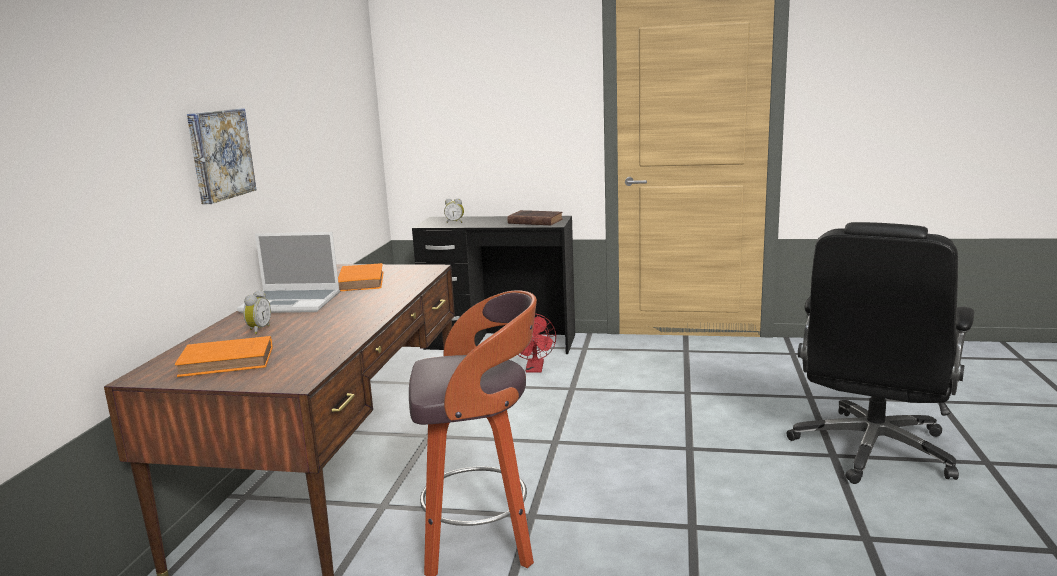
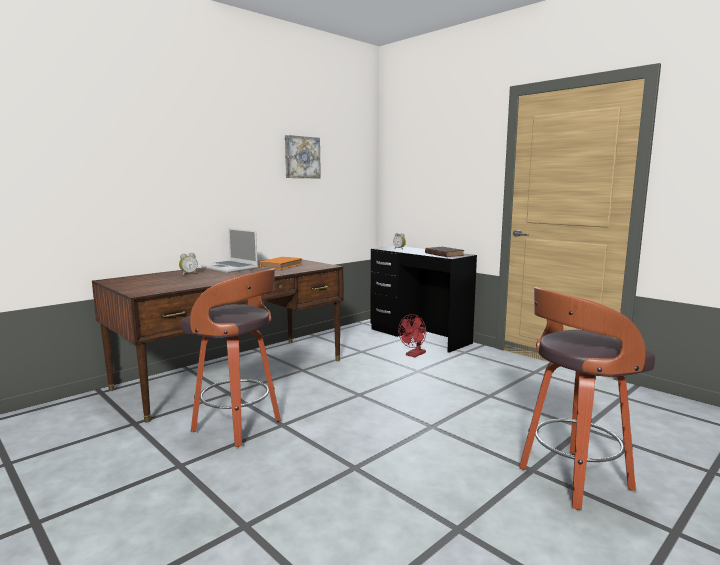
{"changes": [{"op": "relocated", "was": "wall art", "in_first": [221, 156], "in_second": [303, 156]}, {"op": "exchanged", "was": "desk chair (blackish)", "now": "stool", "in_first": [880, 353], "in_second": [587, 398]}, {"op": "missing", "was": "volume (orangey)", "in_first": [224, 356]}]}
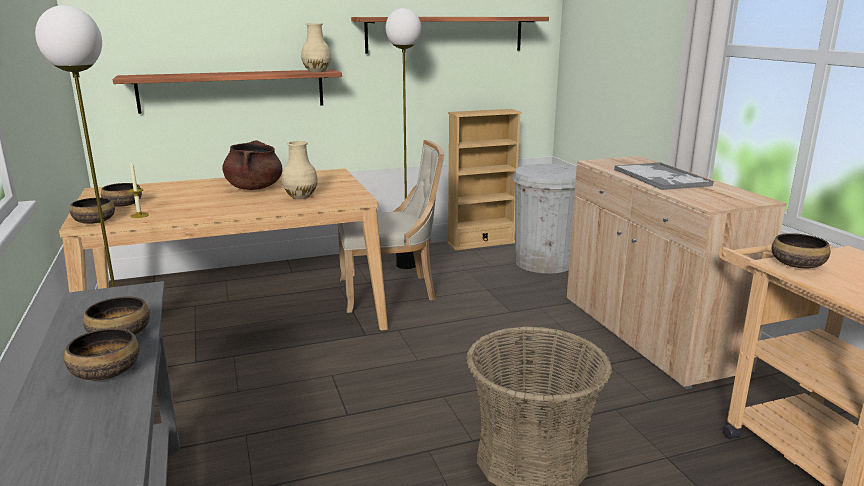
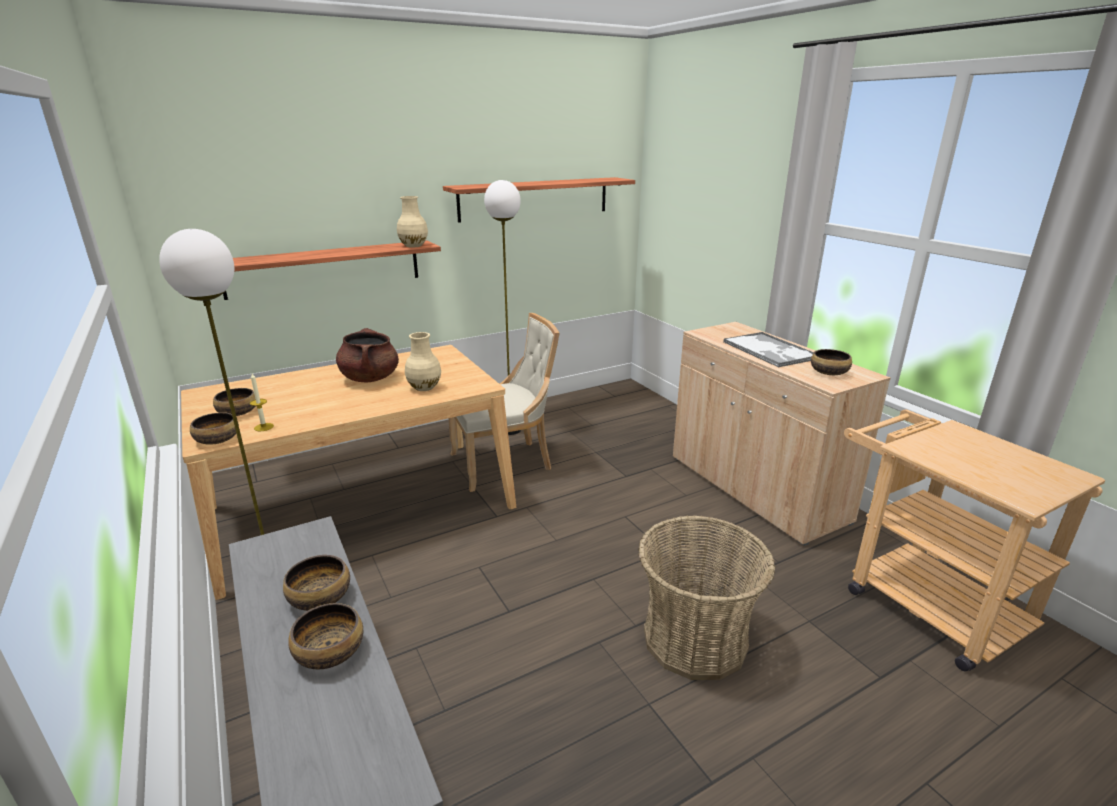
{"changes": [{"op": "relocated", "was": "deep dish", "in_first": [801, 250], "in_second": [831, 362]}, {"op": "missing", "was": "shelving unit (beige)", "in_first": [484, 180]}, {"op": "missing", "was": "rubbish bin (white-coloured)", "in_first": [544, 218]}]}
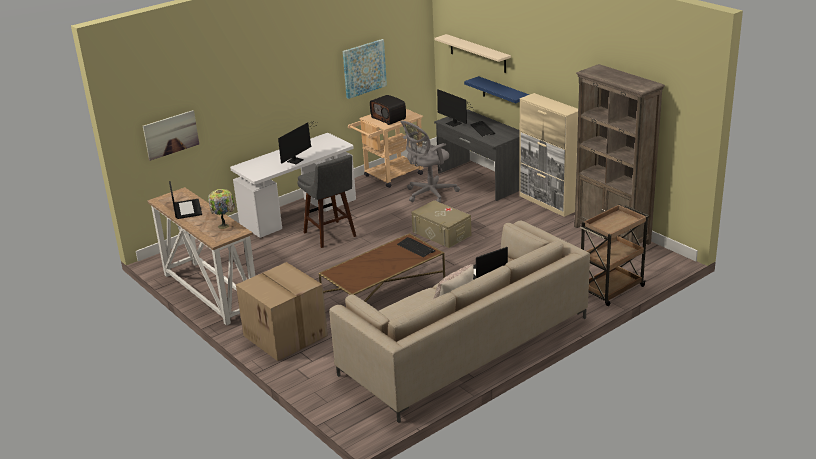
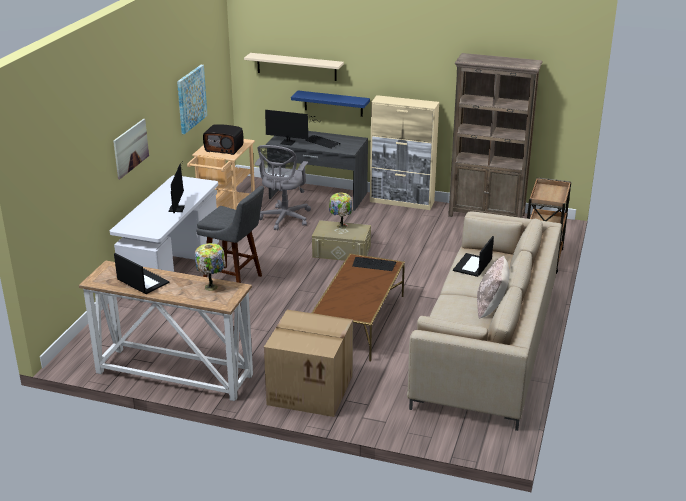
{"changes": [{"op": "relocated", "was": "wall art", "in_first": [171, 135], "in_second": [131, 149]}, {"op": "appeared", "now": "tabletop lamp", "in_second": [340, 210]}]}
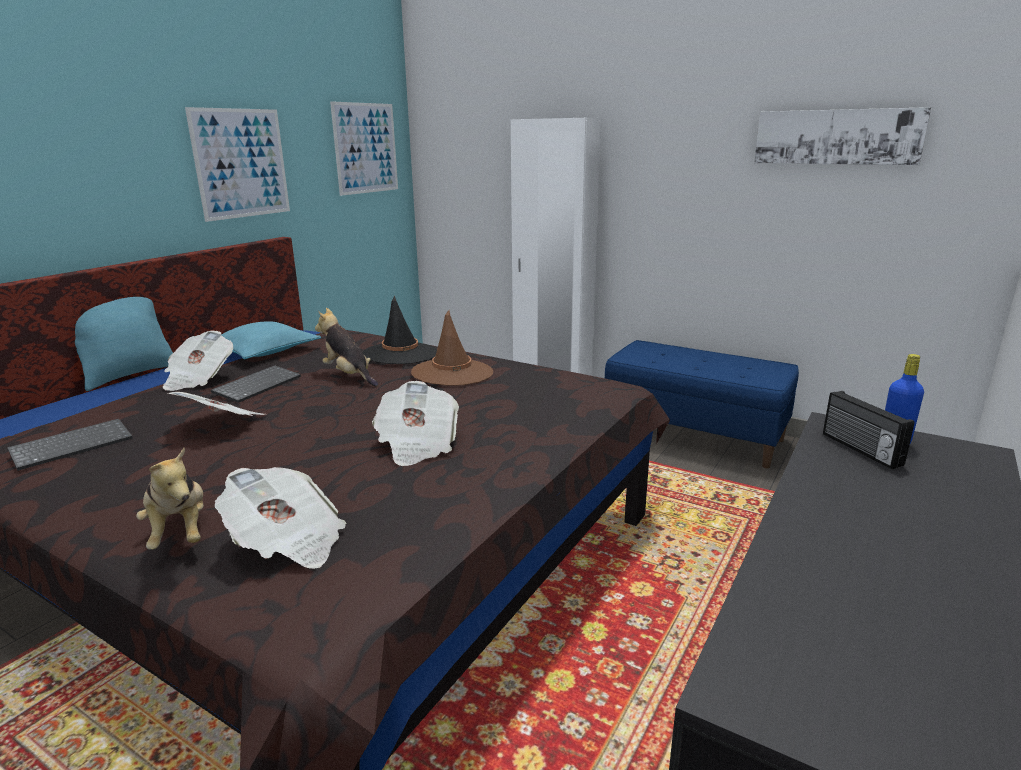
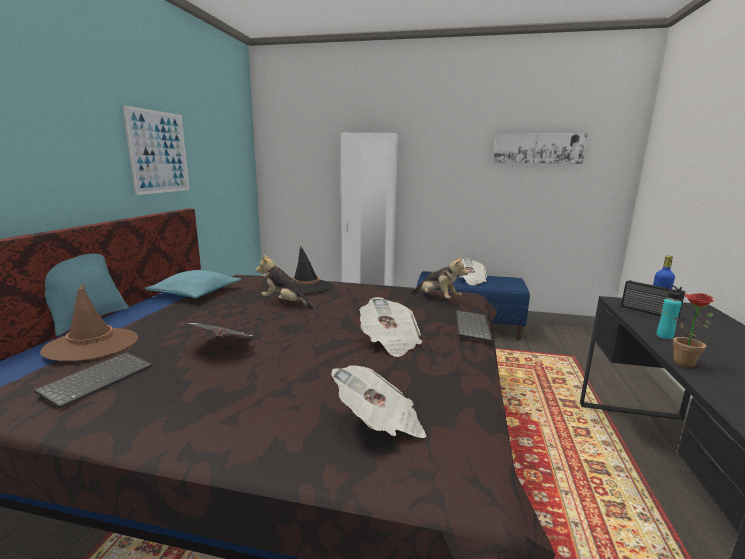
{"changes": [{"op": "relocated", "was": "clothing hat (brown)", "in_first": [452, 348], "in_second": [89, 322]}, {"op": "relocated", "was": "cuddly toy", "in_first": [170, 499], "in_second": [439, 277]}, {"op": "relocated", "was": "computer keyboard", "in_first": [256, 384], "in_second": [474, 326]}, {"op": "relocated", "was": "newspaper", "in_first": [198, 361], "in_second": [473, 271]}, {"op": "appeared", "now": "bottle (turquoise)", "in_second": [669, 312]}, {"op": "appeared", "now": "potted plant", "in_second": [687, 330]}, {"op": "missing", "was": "wall art", "in_first": [364, 148]}]}
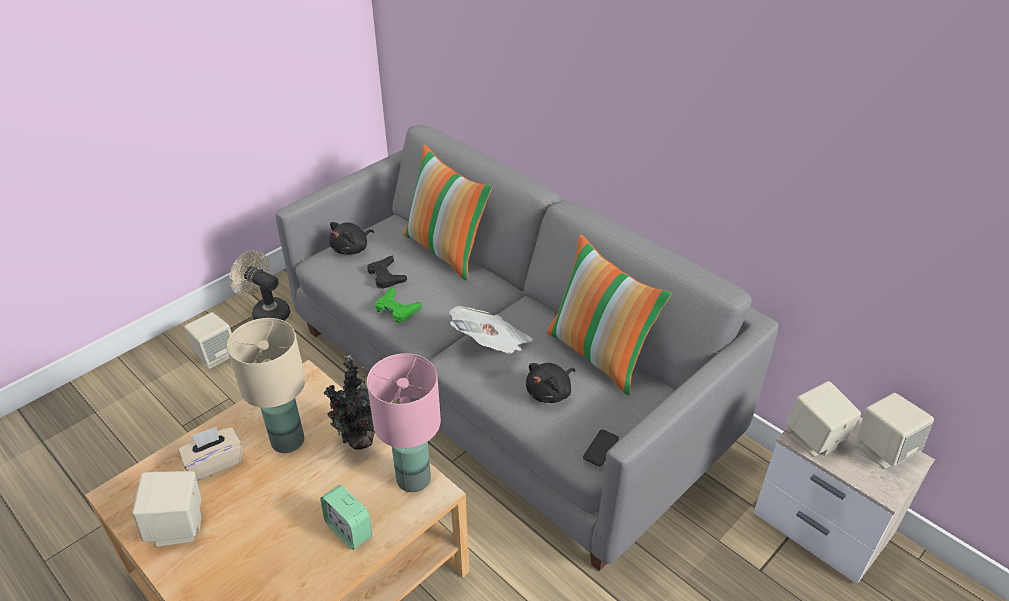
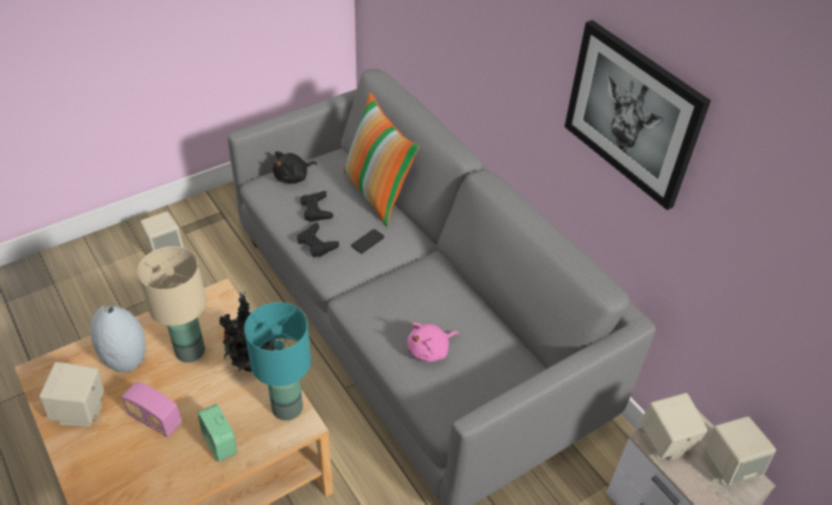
{"changes": [{"op": "exchanged", "was": "tissue holder (beige)", "now": "decorative vase (gray)", "in_first": [210, 454], "in_second": [118, 338]}, {"op": "appeared", "now": "radio", "in_second": [151, 410]}, {"op": "colour", "was": "tabletop lamp (pink-coloured)", "now": "tabletop lamp (turquoise)", "in_first": [404, 422], "in_second": [277, 361]}, {"op": "colour", "was": "gamepad (greenish)", "now": "gamepad (blackish)", "in_first": [398, 305], "in_second": [318, 240]}, {"op": "relocated", "was": "telephone", "in_first": [601, 448], "in_second": [367, 241]}, {"op": "colour", "was": "cuddly toy (blackish)", "now": "cuddly toy (pink-coloured)", "in_first": [550, 383], "in_second": [433, 342]}, {"op": "appeared", "now": "wall art", "in_second": [637, 115]}, {"op": "missing", "was": "cooling fan (beige)", "in_first": [259, 285]}, {"op": "missing", "was": "newspaper", "in_first": [491, 330]}, {"op": "missing", "was": "throw pillow", "in_first": [609, 314]}]}
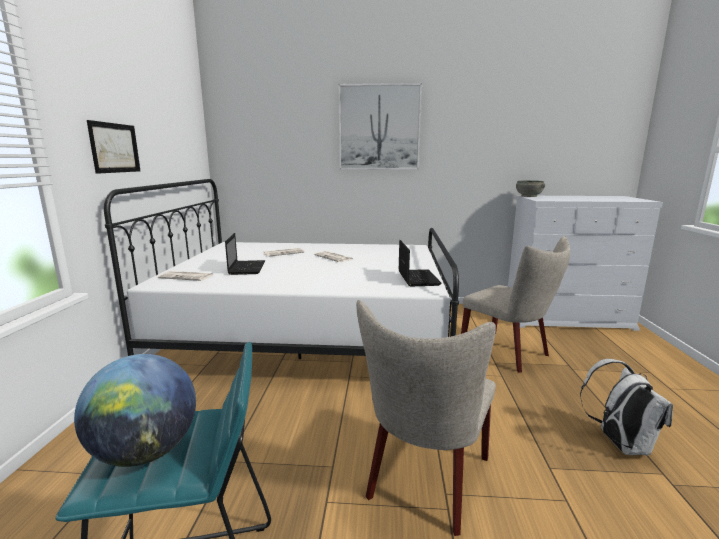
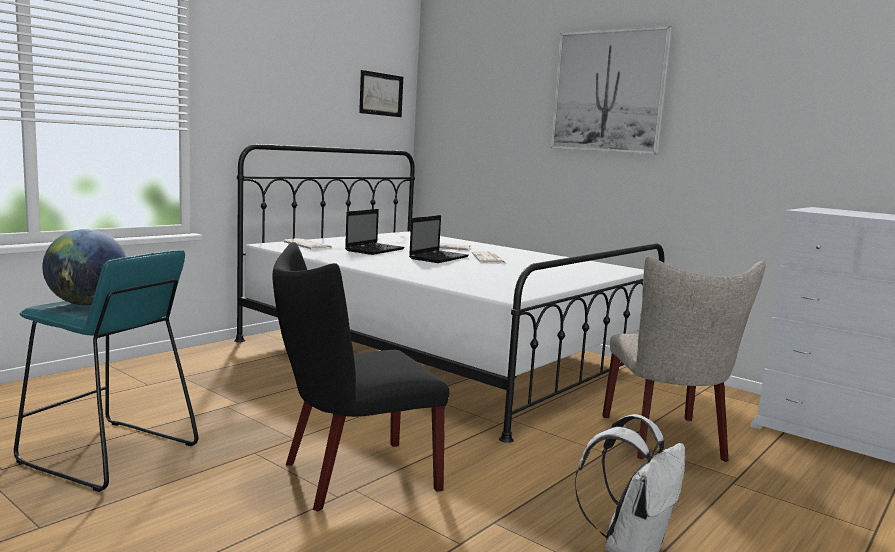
{"changes": [{"op": "colour", "was": "upright chair (beige)", "now": "upright chair (blackish)", "in_first": [426, 418], "in_second": [360, 376]}, {"op": "relocated", "was": "wall art", "in_first": [113, 147], "in_second": [381, 93]}, {"op": "relocated", "was": "laptop", "in_first": [420, 263], "in_second": [439, 239]}, {"op": "missing", "was": "deep dish (gray)", "in_first": [530, 188]}]}
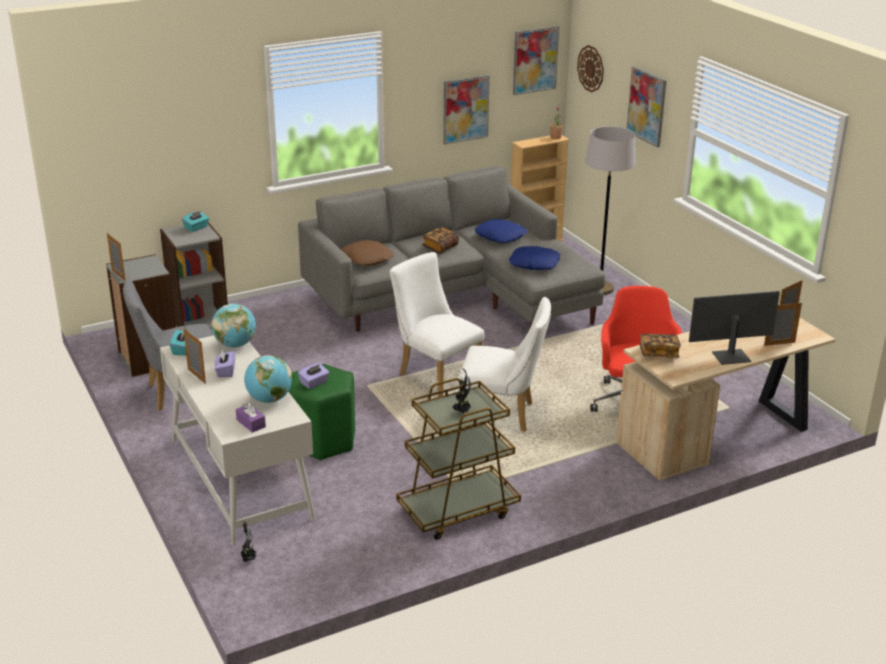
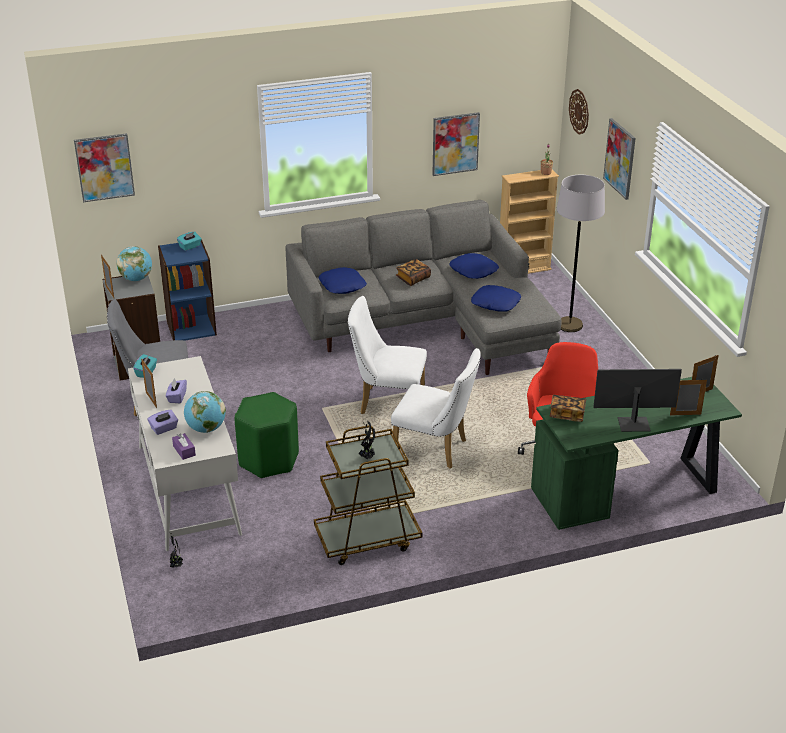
{"changes": [{"op": "relocated", "was": "wall art", "in_first": [536, 60], "in_second": [104, 167]}, {"op": "relocated", "was": "globe", "in_first": [234, 325], "in_second": [134, 263]}, {"op": "relocated", "was": "tissue holder (purple-coloured)", "in_first": [313, 376], "in_second": [163, 422]}, {"op": "colour", "was": "shelving unit (gray)", "now": "shelving unit (blue)", "in_first": [194, 275], "in_second": [187, 290]}, {"op": "colour", "was": "throw pillow (brown)", "now": "throw pillow (blue)", "in_first": [367, 253], "in_second": [343, 280]}, {"op": "spun", "was": "upright chair (white-coloured)", "in_first": [437, 324], "in_second": [387, 355], "clockwise": -45}, {"op": "colour", "was": "desk table (beige)", "now": "desk table (greenish)", "in_first": [726, 399], "in_second": [636, 453]}]}
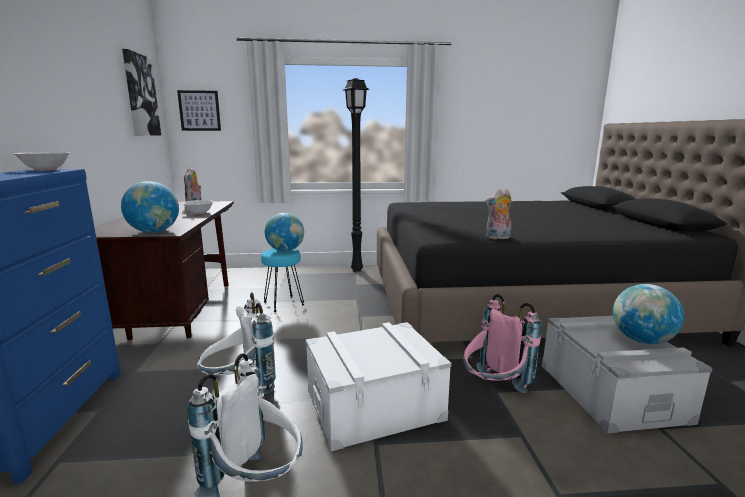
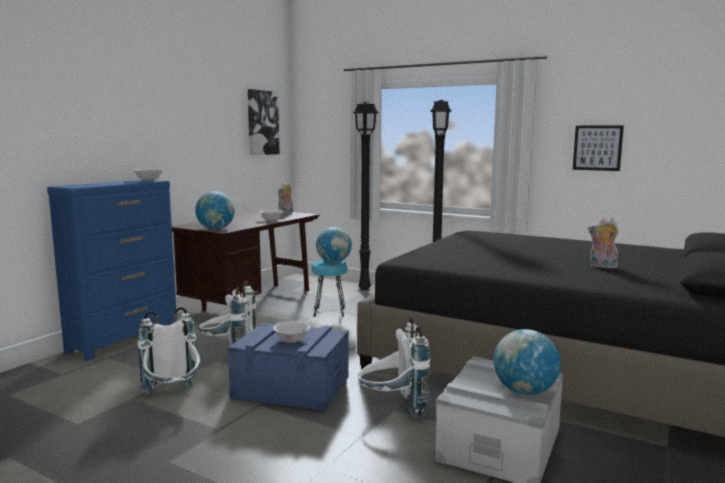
{"changes": [{"op": "colour", "was": "storage box (white-coloured)", "now": "storage box (blue)", "in_first": [378, 386], "in_second": [288, 366]}, {"op": "appeared", "now": "deep dish (white-coloured)", "in_second": [291, 332]}, {"op": "appeared", "now": "standing lamp (blackish)", "in_second": [365, 196]}, {"op": "colour", "was": "rucksack (pink-coloured)", "now": "rucksack (white-coloured)", "in_first": [502, 343], "in_second": [394, 367]}, {"op": "relocated", "was": "wall art", "in_first": [199, 110], "in_second": [598, 148]}, {"op": "relocated", "was": "cuddly toy", "in_first": [499, 213], "in_second": [603, 243]}]}
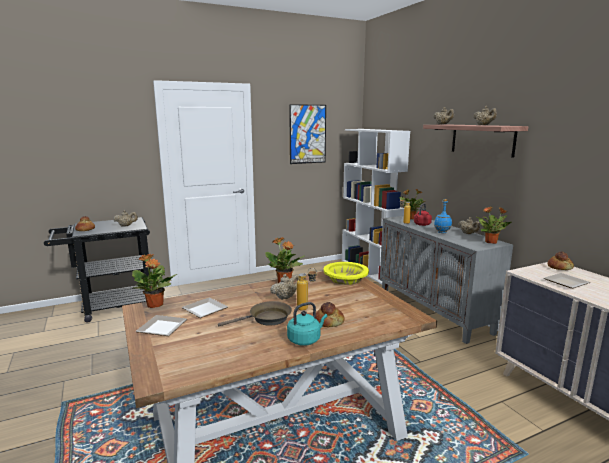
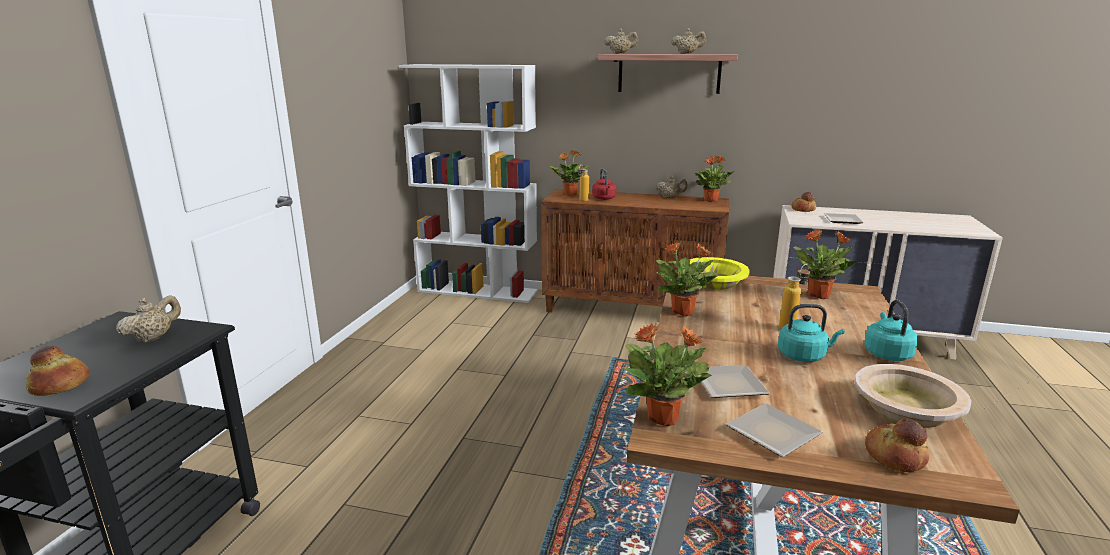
{"changes": [{"op": "colour", "was": "cupboard (gray)", "now": "cupboard (brown)", "in_first": [446, 280], "in_second": [635, 250]}, {"op": "exchanged", "was": "skillet (brown)", "now": "kettle (turquoise)", "in_first": [255, 314], "in_second": [811, 333]}, {"op": "appeared", "now": "potted plant", "in_second": [826, 264]}, {"op": "appeared", "now": "deep dish (beige)", "in_second": [913, 396]}, {"op": "relocated", "was": "bakery bread", "in_first": [330, 314], "in_second": [897, 445]}, {"op": "missing", "was": "pot for tea (beige)", "in_first": [284, 287]}, {"op": "missing", "was": "wall art", "in_first": [307, 134]}, {"op": "missing", "was": "bottle (blue)", "in_first": [443, 216]}]}
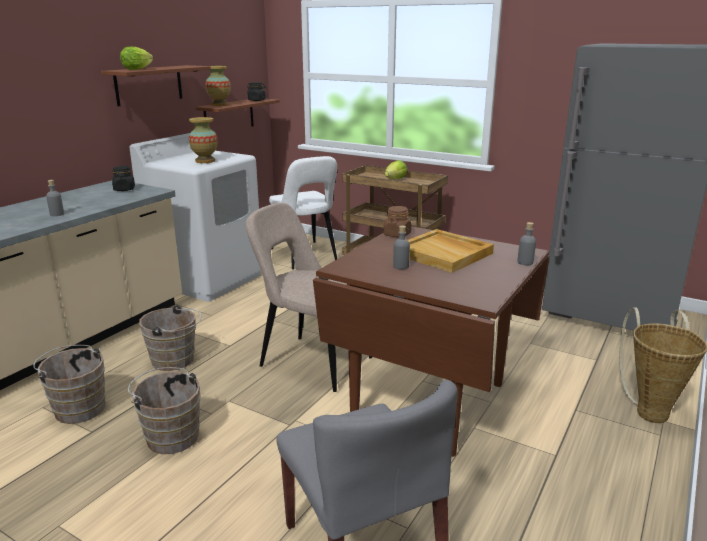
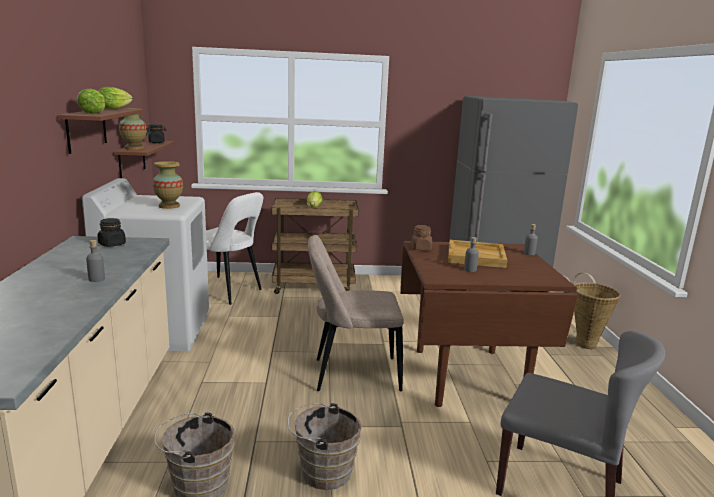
{"changes": [{"op": "appeared", "now": "head of lettuce", "in_second": [115, 98]}, {"op": "missing", "was": "pail (brown)", "in_first": [170, 338]}]}
